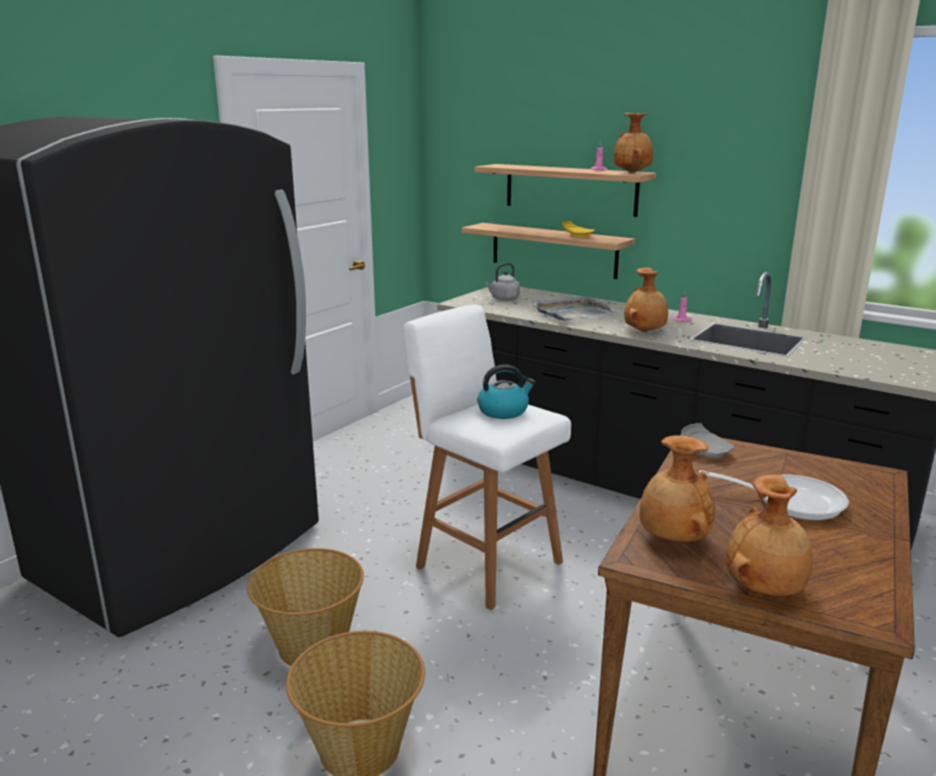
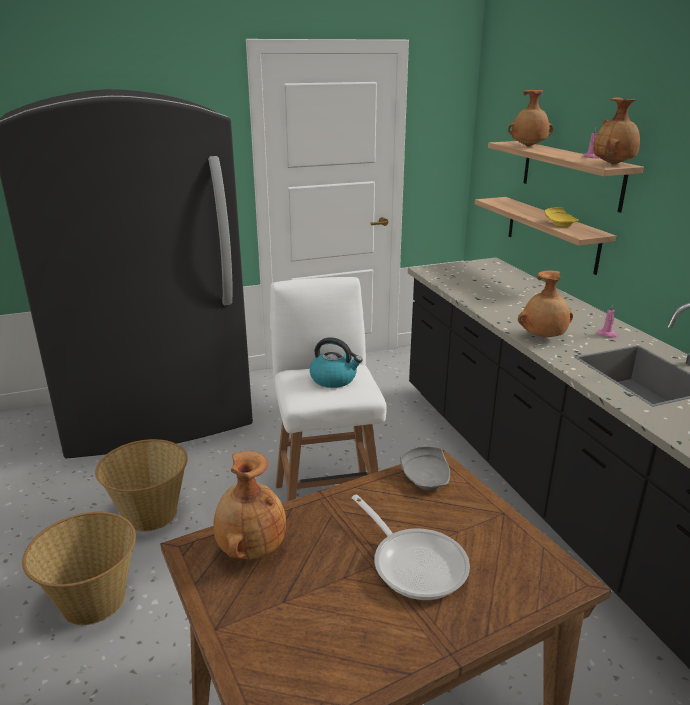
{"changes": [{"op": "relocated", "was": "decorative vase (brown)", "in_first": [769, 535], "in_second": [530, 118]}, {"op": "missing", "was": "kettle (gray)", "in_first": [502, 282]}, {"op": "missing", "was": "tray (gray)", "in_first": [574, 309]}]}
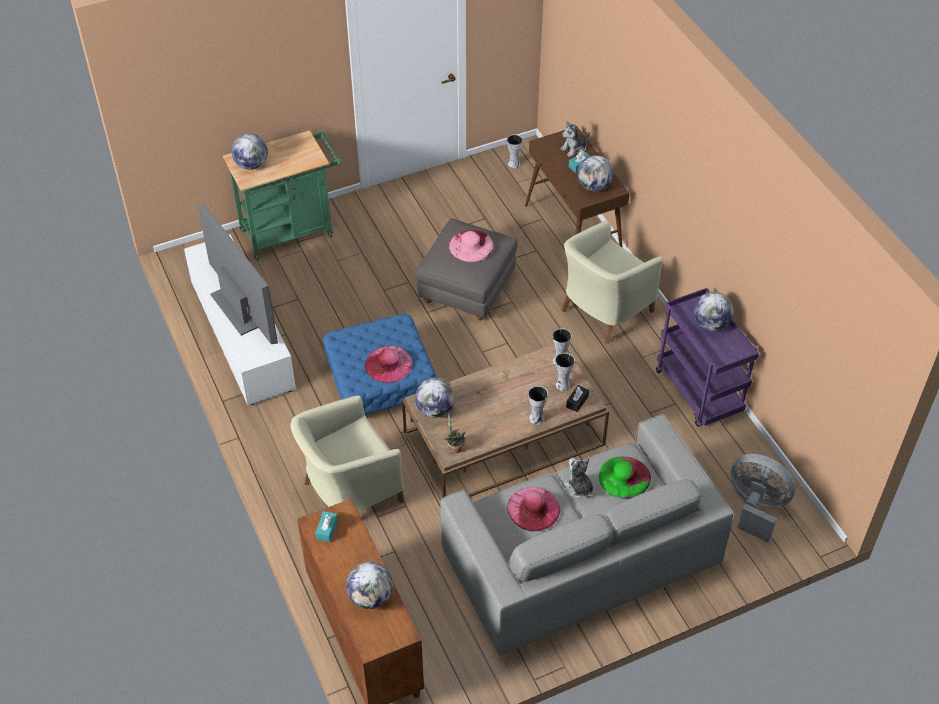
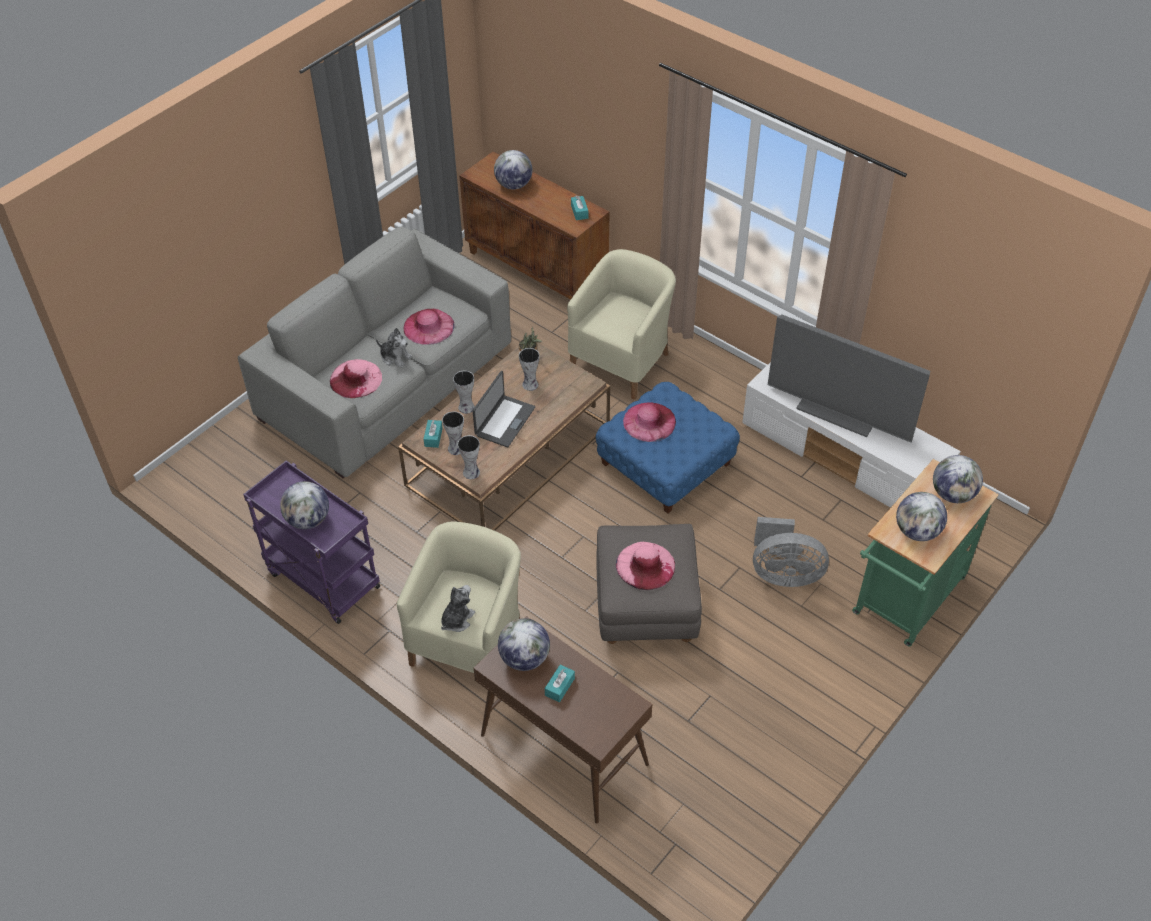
{"changes": [{"op": "colour", "was": "clothing hat (greenish)", "now": "clothing hat (pink-coloured)", "in_first": [625, 478], "in_second": [356, 378]}, {"op": "colour", "was": "tissue holder (blackish)", "now": "tissue holder (turquoise)", "in_first": [577, 398], "in_second": [433, 434]}, {"op": "relocated", "was": "cuddly toy", "in_first": [575, 139], "in_second": [458, 608]}, {"op": "appeared", "now": "laptop", "in_second": [504, 409]}, {"op": "relocated", "was": "decorative vase", "in_first": [515, 151], "in_second": [529, 369]}, {"op": "relocated", "was": "cooling fan (gray)", "in_first": [763, 498], "in_second": [791, 552]}, {"op": "relocated", "was": "globe", "in_first": [435, 398], "in_second": [921, 516]}]}
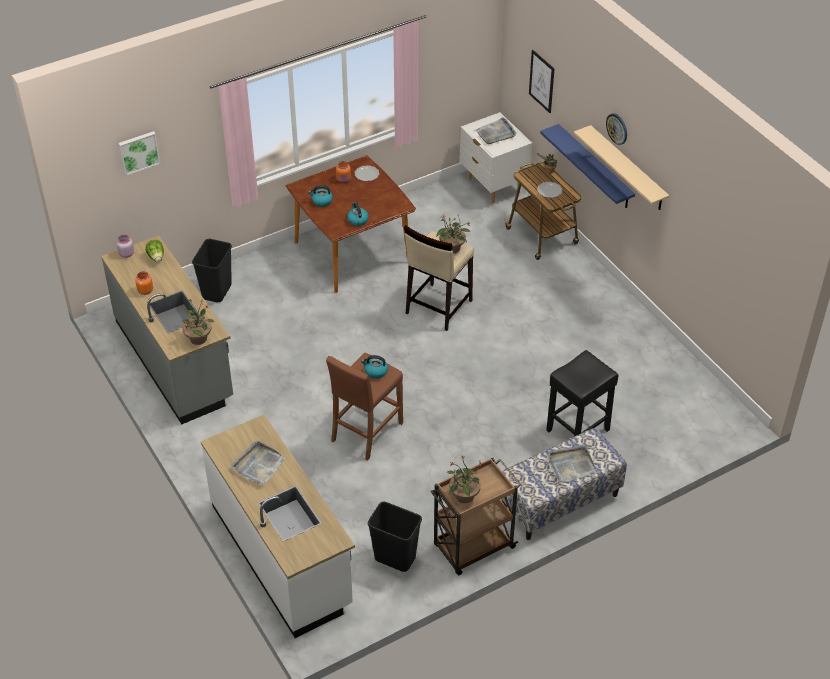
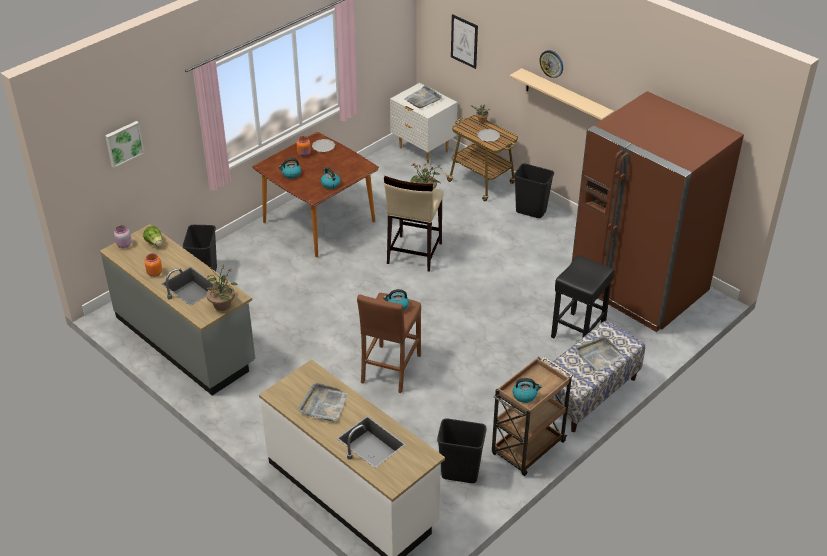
{"changes": [{"op": "exchanged", "was": "potted plant", "now": "kettle", "in_first": [465, 479], "in_second": [527, 390]}, {"op": "appeared", "now": "rubbish bin (blackish)", "in_second": [534, 190]}, {"op": "appeared", "now": "kitchen fridge (brown)", "in_second": [658, 211]}, {"op": "missing", "was": "bracket shelf (blue)", "in_first": [587, 166]}]}
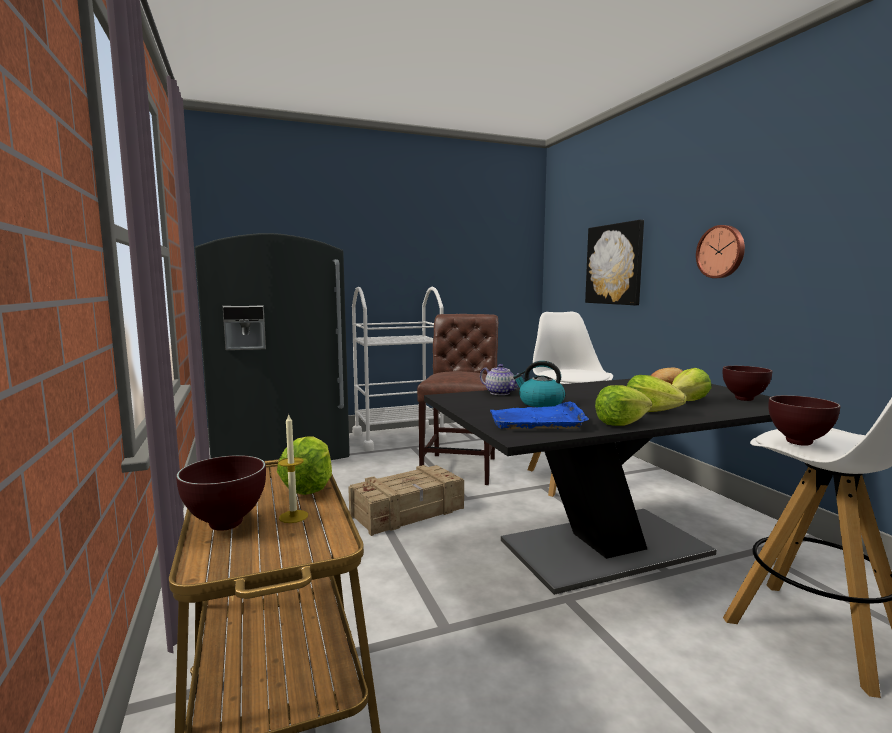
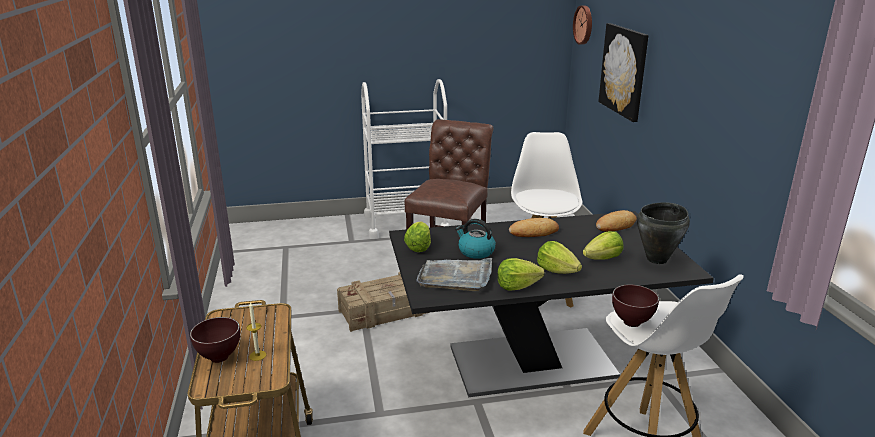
{"changes": [{"op": "relocated", "was": "head of lettuce", "in_first": [304, 465], "in_second": [417, 236]}, {"op": "colour", "was": "tray (blue)", "now": "tray (gray)", "in_first": [539, 415], "in_second": [454, 274]}, {"op": "appeared", "now": "bakery bread", "in_second": [534, 227]}, {"op": "relocated", "was": "clock on the wall", "in_first": [720, 251], "in_second": [582, 25]}, {"op": "exchanged", "was": "deep dish (brown)", "now": "saucepot (blackish)", "in_first": [747, 383], "in_second": [663, 233]}, {"op": "missing", "was": "kitchen fridge (gray)", "in_first": [272, 347]}, {"op": "missing", "was": "pot for tea", "in_first": [499, 379]}]}
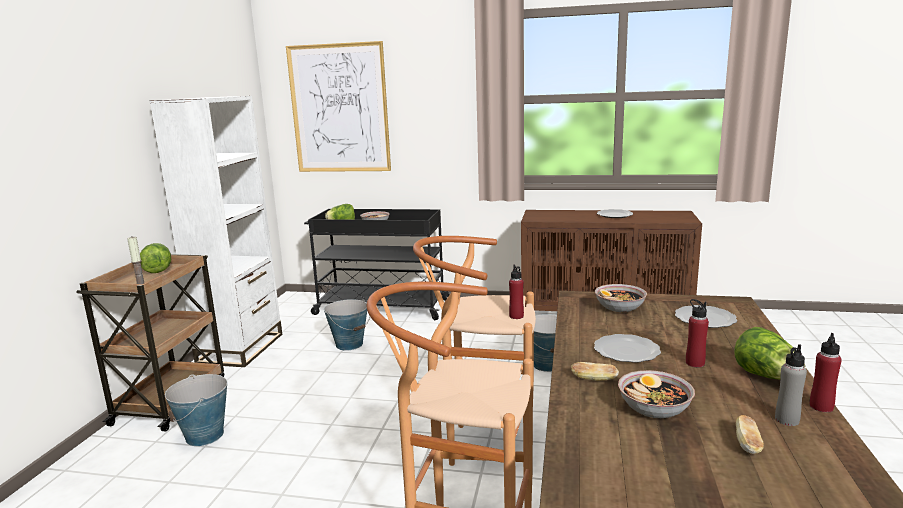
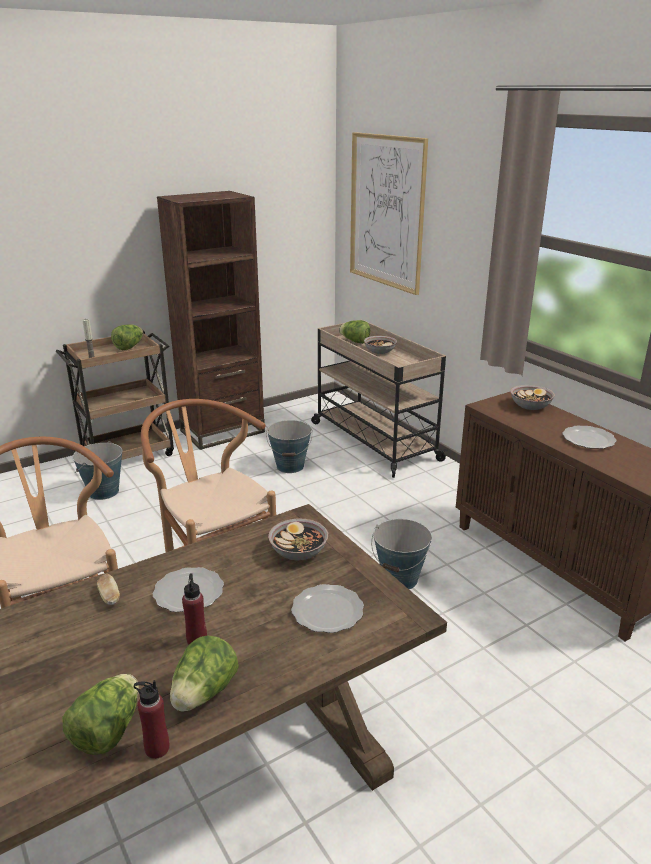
{"changes": [{"op": "exchanged", "was": "bottle (gray)", "now": "head of lettuce", "in_first": [791, 385], "in_second": [100, 714]}, {"op": "colour", "was": "shelving unit (white-coloured)", "now": "shelving unit (brown)", "in_first": [216, 231], "in_second": [211, 320]}, {"op": "colour", "was": "wheeled cart (blackish)", "now": "wheeled cart (beige)", "in_first": [377, 264], "in_second": [379, 399]}, {"op": "relocated", "was": "deep dish", "in_first": [656, 394], "in_second": [532, 397]}, {"op": "missing", "was": "bottle (red-coloured)", "in_first": [516, 292]}, {"op": "missing", "was": "bakery bread", "in_first": [750, 434]}]}
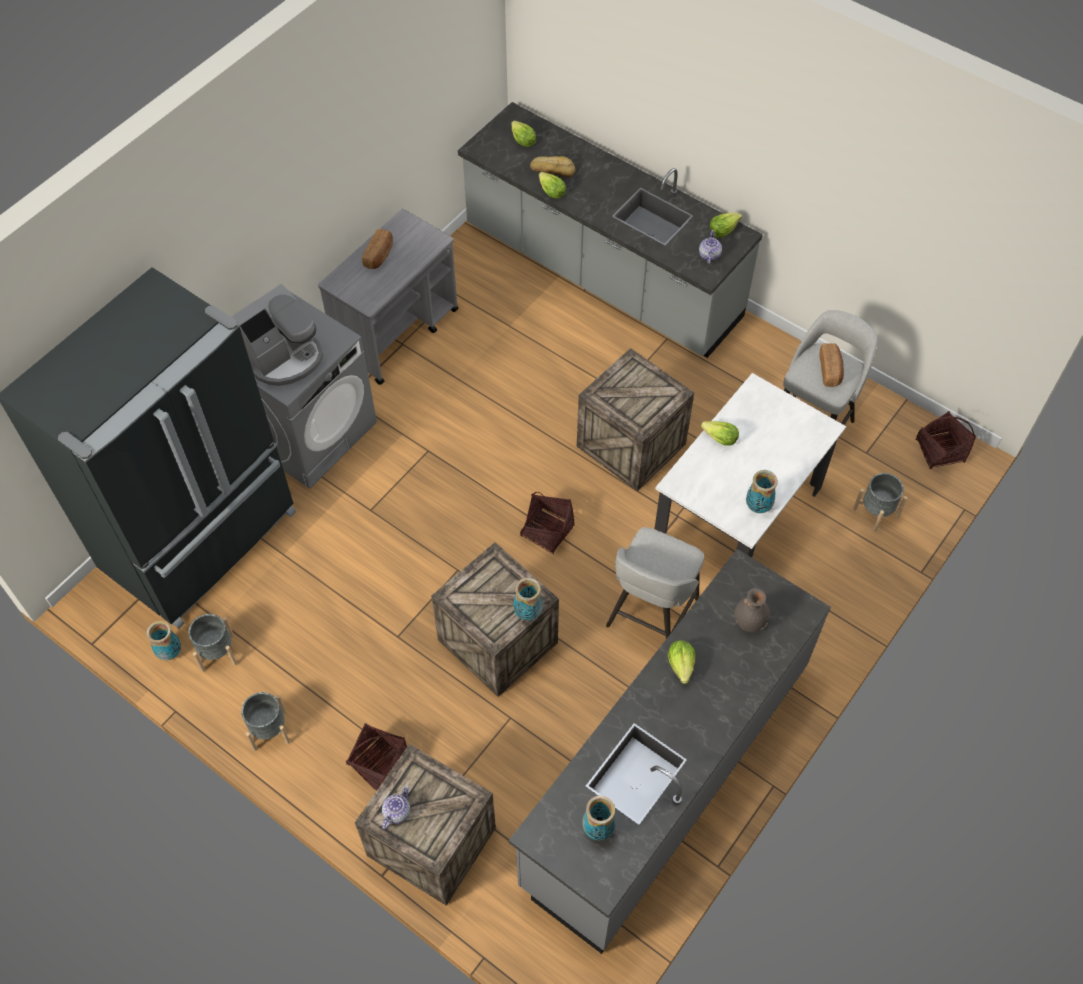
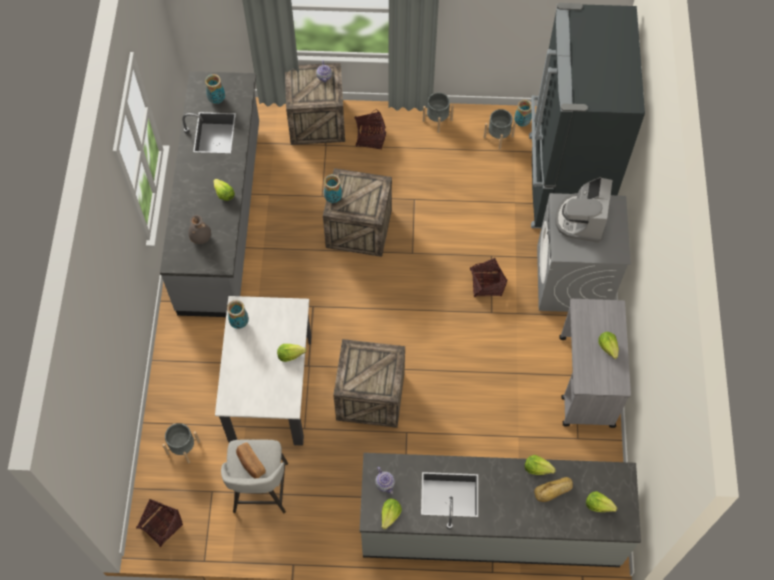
{"changes": [{"op": "relocated", "was": "household basket", "in_first": [547, 523], "in_second": [488, 277]}, {"op": "exchanged", "was": "bakery bread", "now": "head of lettuce", "in_first": [377, 249], "in_second": [608, 345]}, {"op": "missing", "was": "stool (gray)", "in_first": [655, 583]}]}
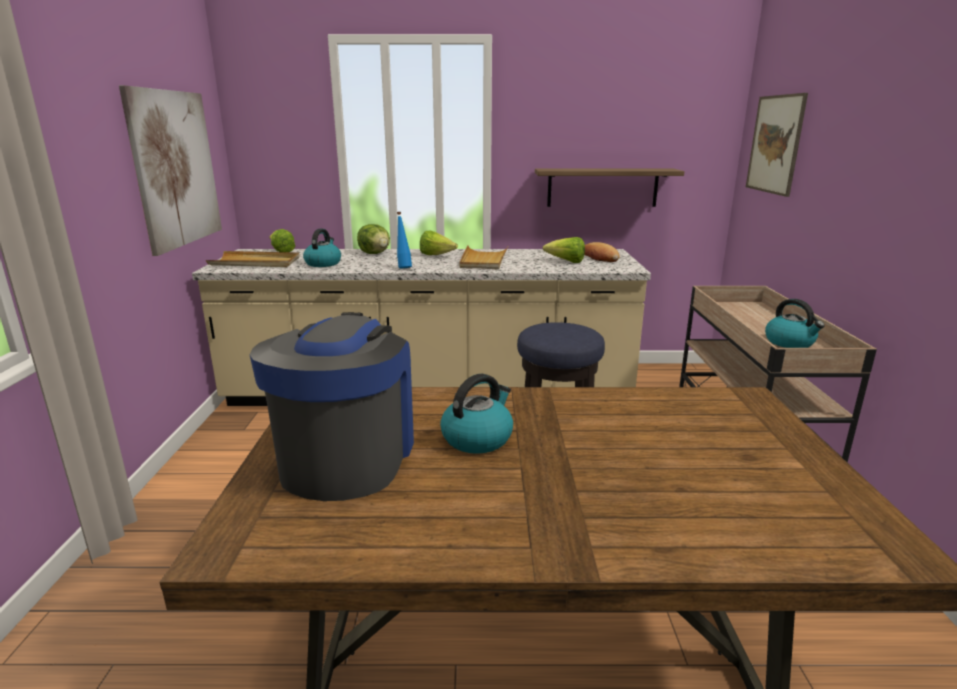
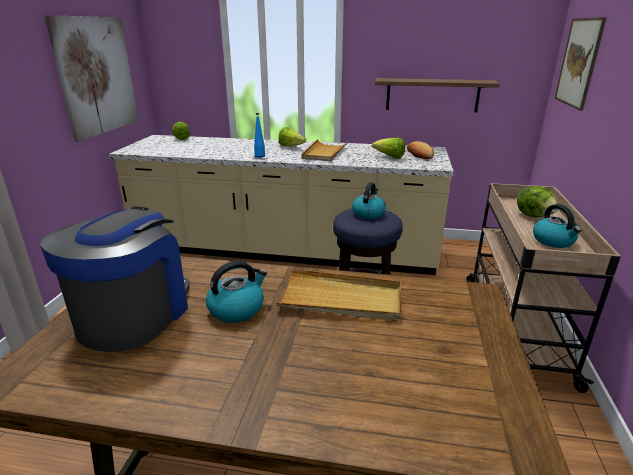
{"changes": [{"op": "relocated", "was": "tray (beige)", "in_first": [252, 259], "in_second": [339, 295]}, {"op": "relocated", "was": "kettle", "in_first": [322, 248], "in_second": [369, 201]}, {"op": "relocated", "was": "head of lettuce", "in_first": [373, 239], "in_second": [537, 202]}]}
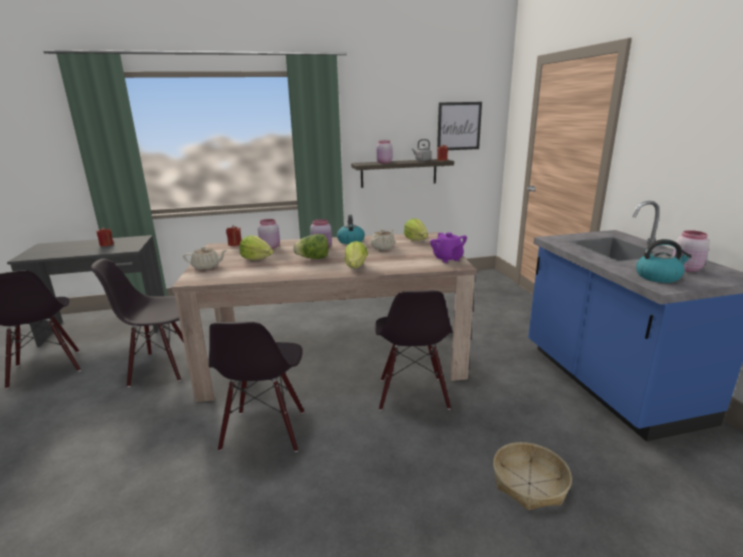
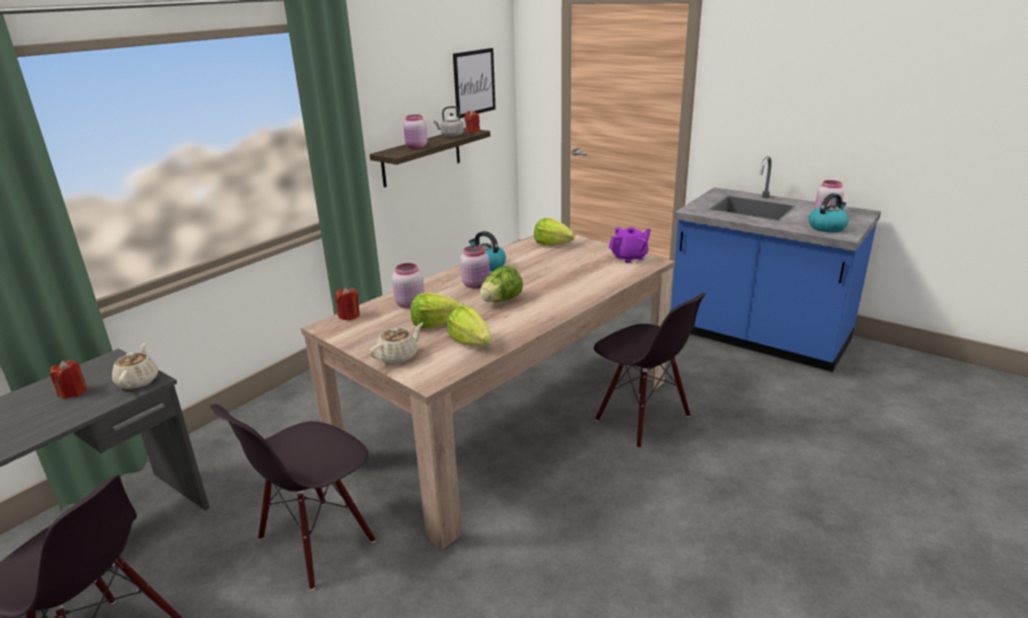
{"changes": [{"op": "relocated", "was": "pot for tea (beige)", "in_first": [383, 239], "in_second": [135, 366]}, {"op": "relocated", "was": "head of lettuce", "in_first": [356, 254], "in_second": [469, 326]}, {"op": "spun", "was": "pot for tea (purple-coloured)", "in_first": [448, 247], "in_second": [630, 245], "clockwise": -60}, {"op": "missing", "was": "upright chair (blackish)", "in_first": [256, 386]}, {"op": "missing", "was": "household basket", "in_first": [532, 476]}]}
